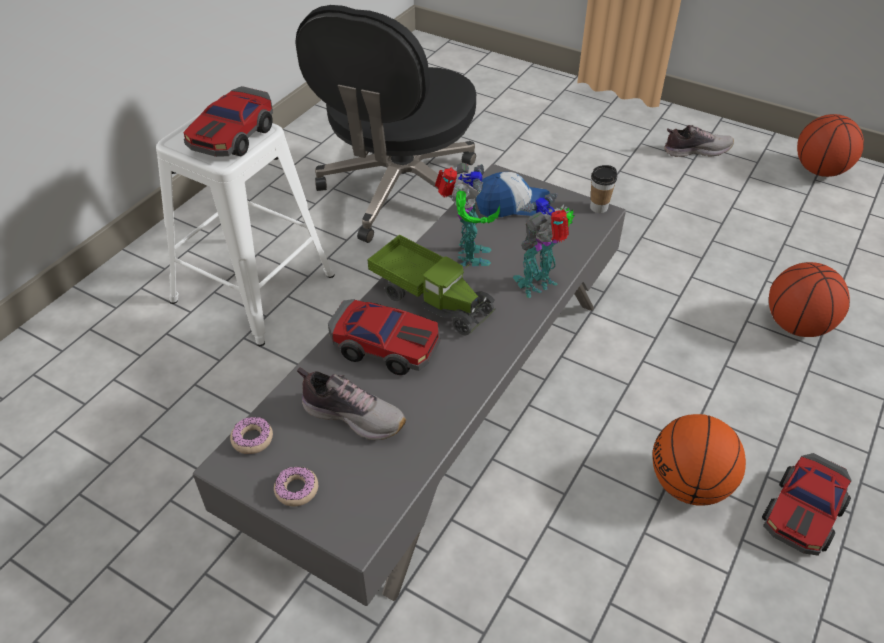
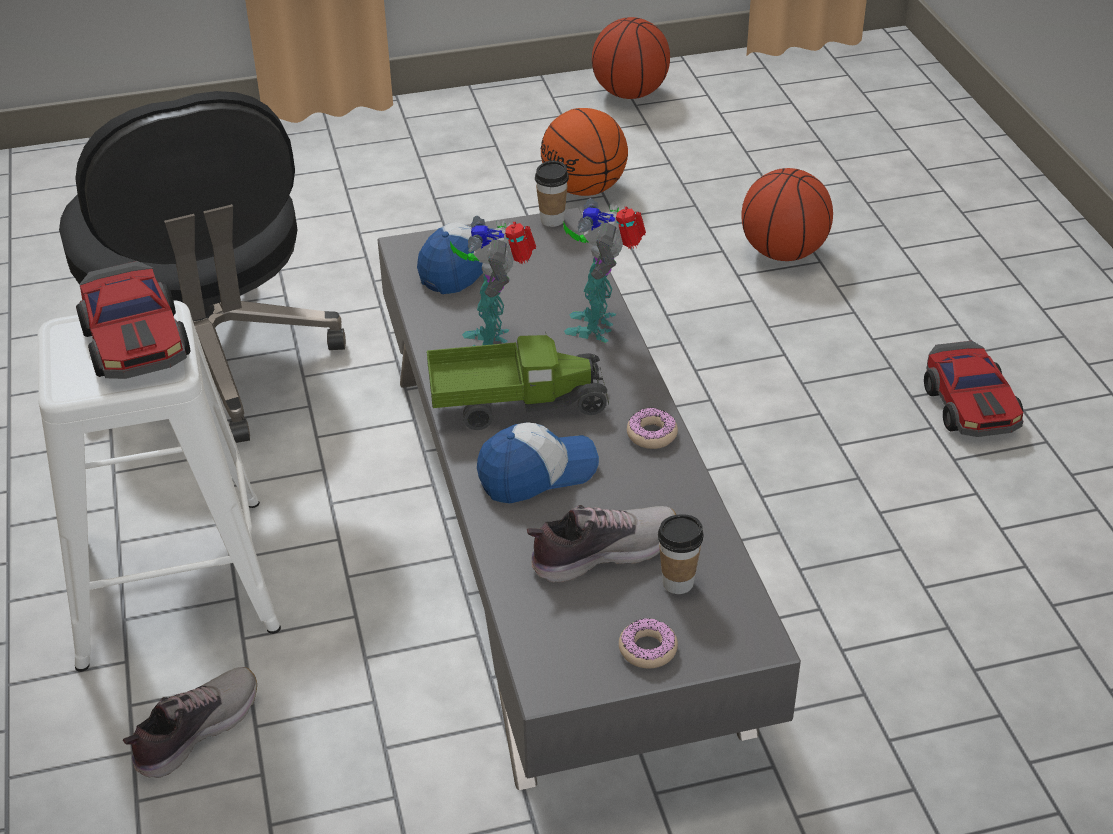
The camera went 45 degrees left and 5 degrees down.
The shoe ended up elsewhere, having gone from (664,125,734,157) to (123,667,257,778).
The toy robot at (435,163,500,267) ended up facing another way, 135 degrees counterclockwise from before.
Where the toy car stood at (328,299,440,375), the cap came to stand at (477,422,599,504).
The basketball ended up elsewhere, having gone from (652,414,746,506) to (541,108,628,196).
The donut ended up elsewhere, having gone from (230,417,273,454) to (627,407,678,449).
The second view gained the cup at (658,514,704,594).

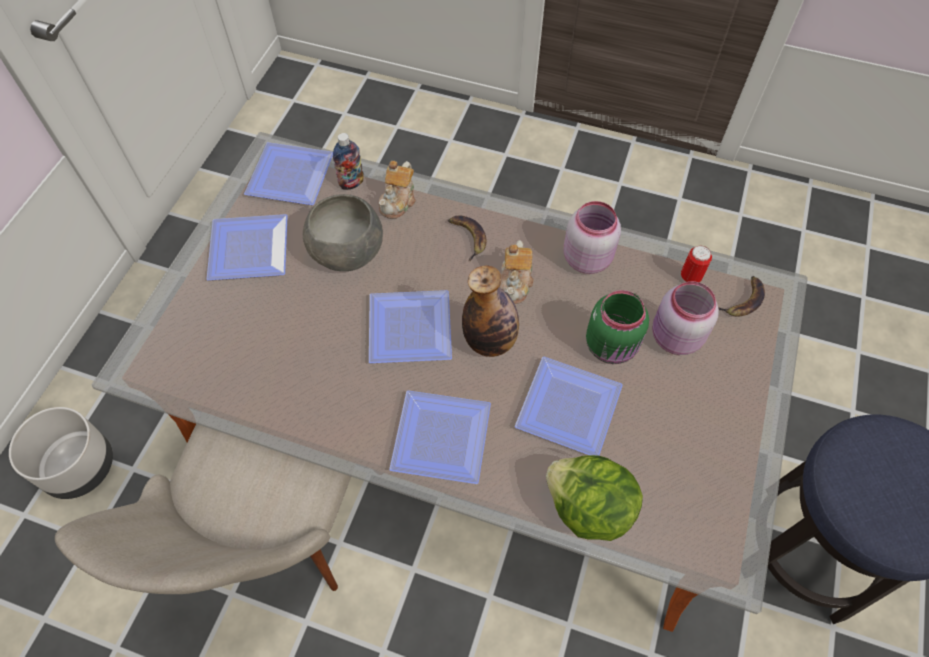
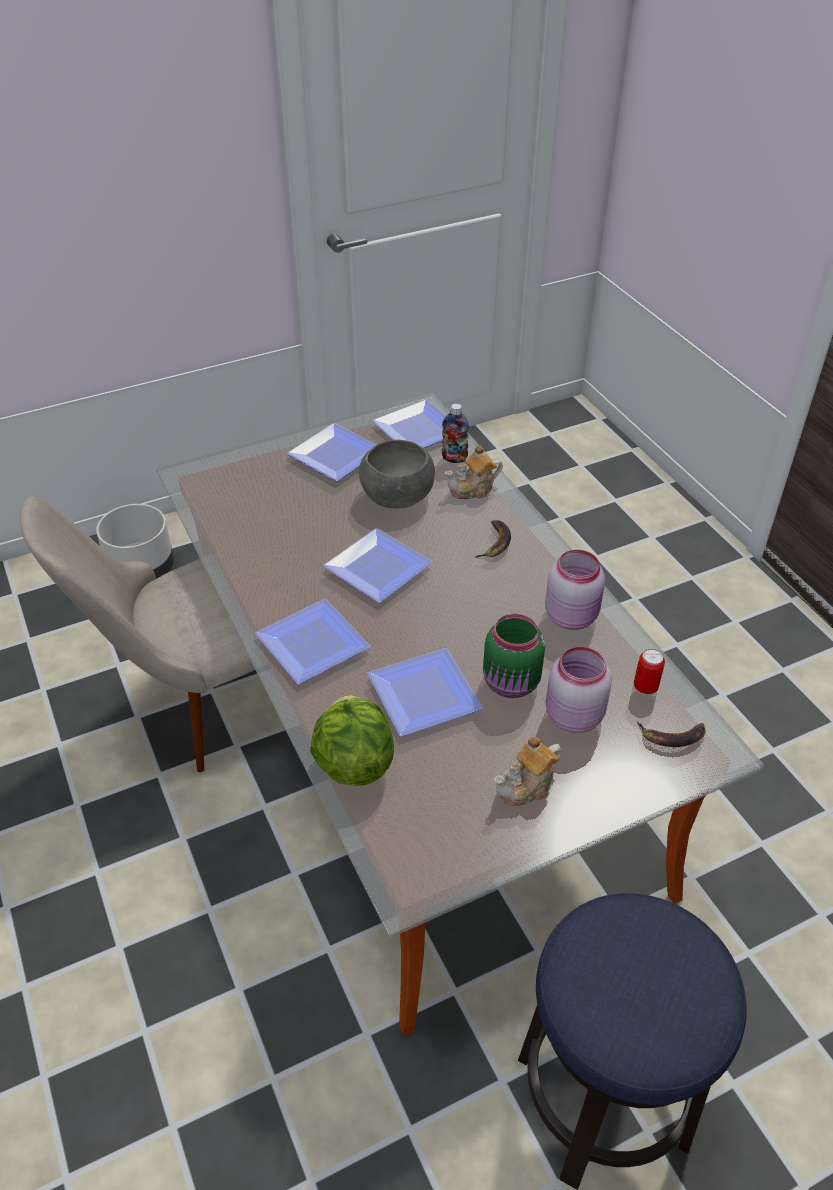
The camera went 45 degrees right and 15 degrees down.
The teapot ended up elsewhere, having gone from (499,240,533,304) to (494,736,562,806).
The second view lost the bottle at (462,266,519,357).

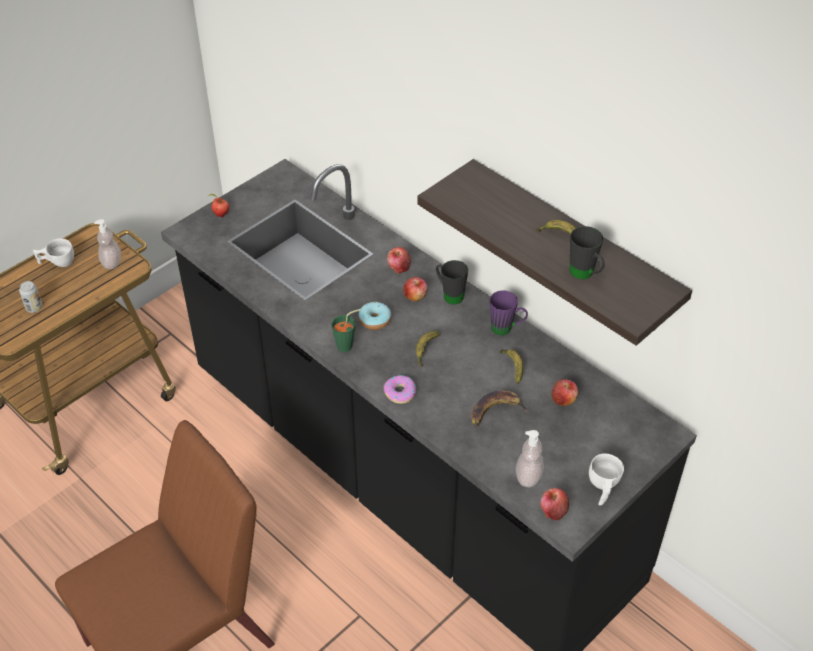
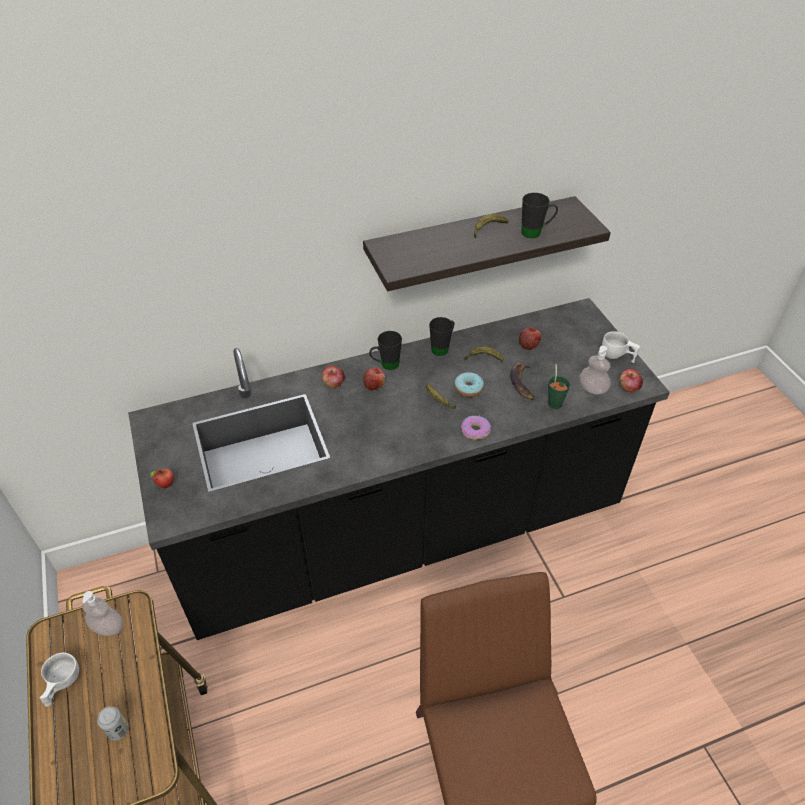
The camera went 65 degrees left and 0 degrees up.
What was the mug (purple) at (490,290,528,335) turned into the mug (black) at (429,317,454,356).
The donut ended up elsewhere, having gone from (358,302,391,330) to (454,372,484,397).
The cup (green) ended up elsewhere, having gone from (331,309,361,352) to (548,364,570,409).

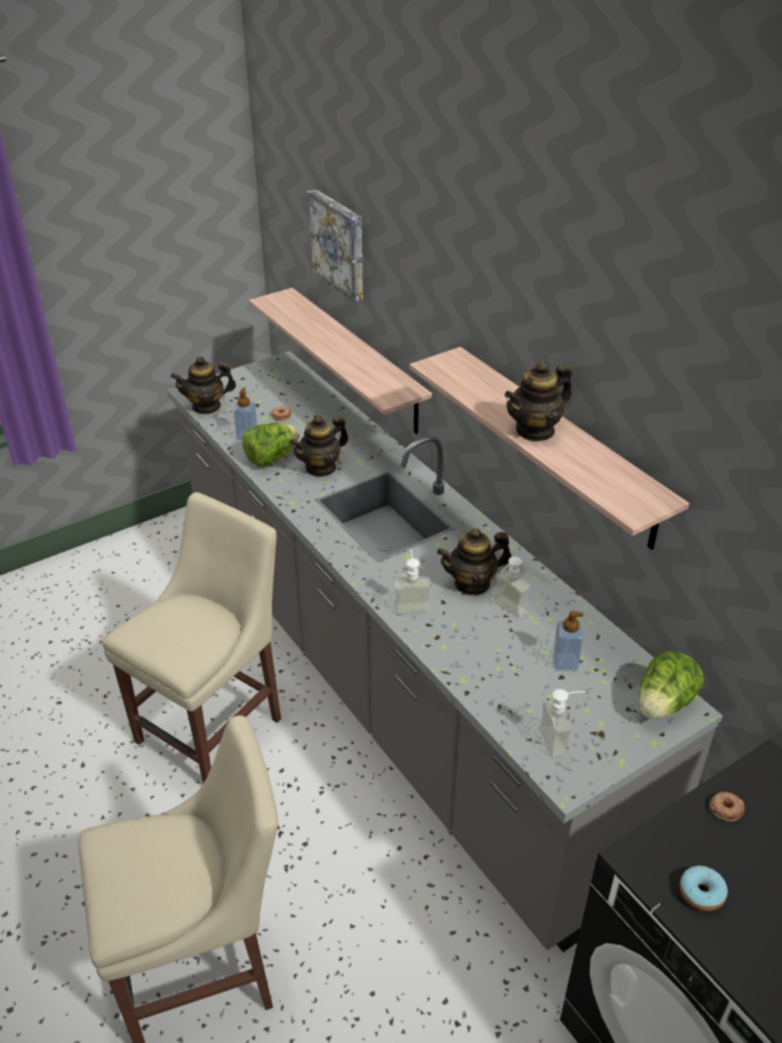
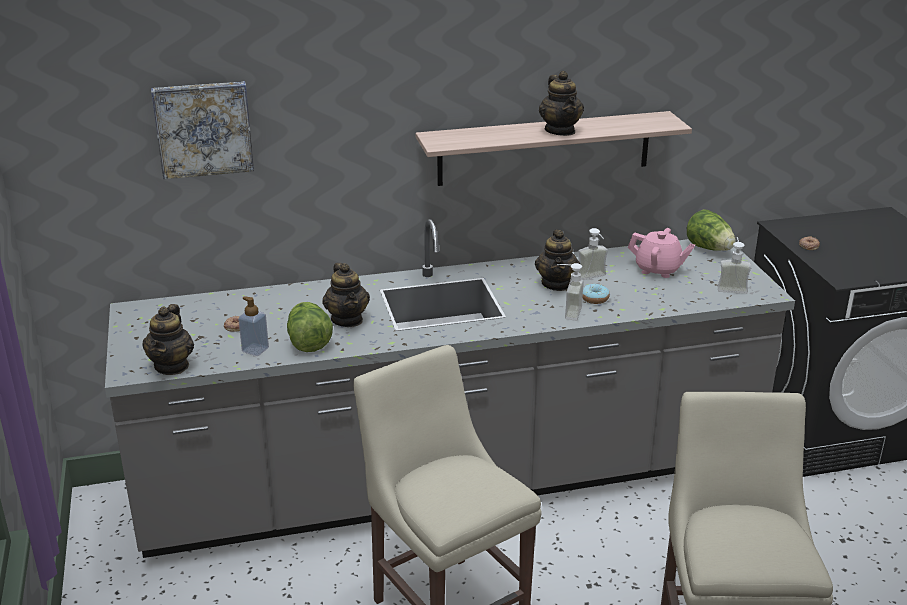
The camera went 70 degrees left and 10 degrees down.
The second view lost the shelf at (249,288,432,434).
Where the soap dispenser stood at (553,611,584,671), the teapot (pink) came to stand at (628,228,695,278).
The donut ended up elsewhere, having gone from (680,866,728,911) to (582,284,610,304).

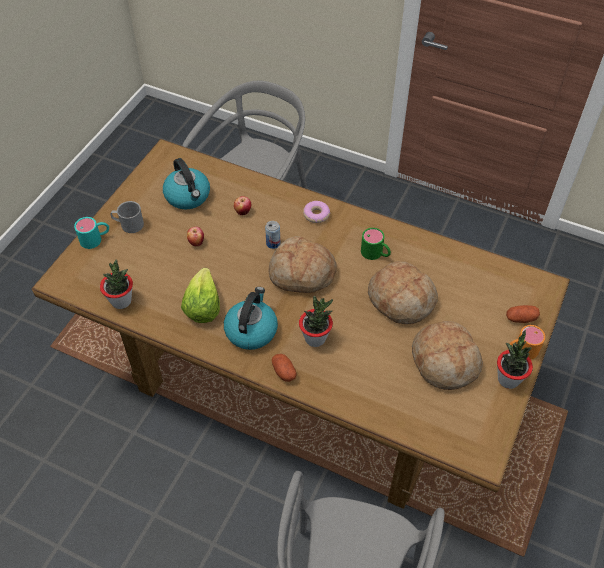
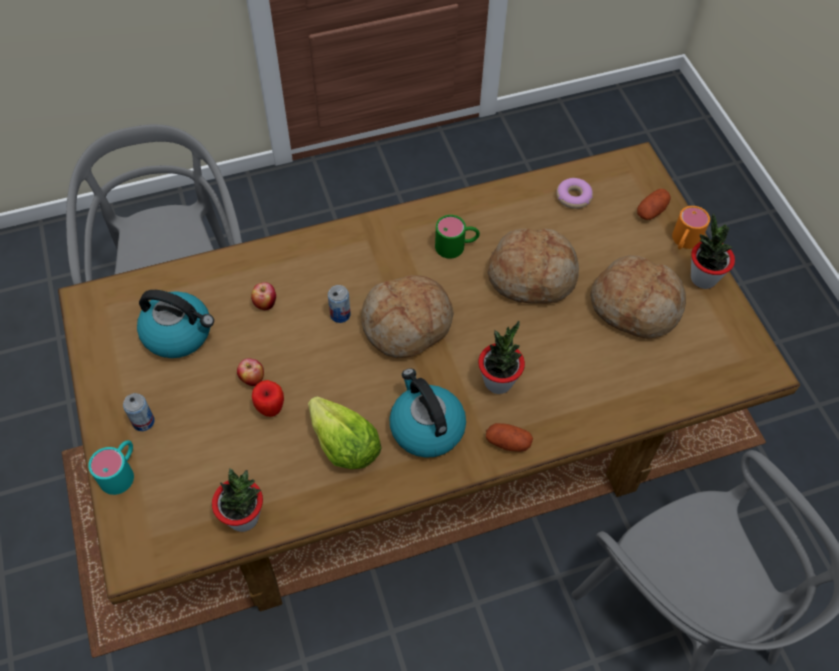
The camera went 45 degrees left and 5 degrees up.
Where the mug (grey) stood at (110,201,144,233), the can came to stand at (123,393,155,431).
The donut ended up elsewhere, having gone from (303,201,330,223) to (556,178,593,209).
The second view gained the apple at (252,380,284,417).

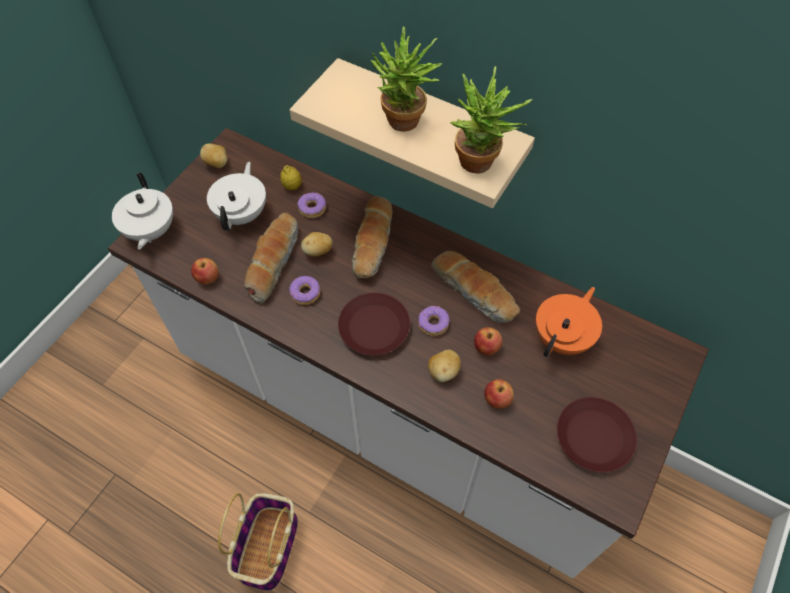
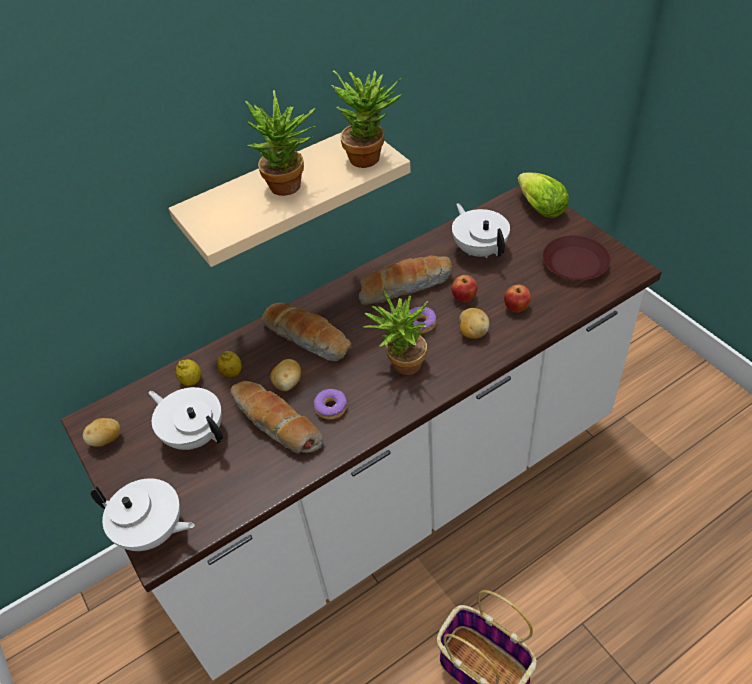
The camera went 60 degrees left and 10 degrees down.
Where the donut stood at (297,192,326,218), the lemon came to stand at (217,351,242,378).
The second view lost the apple at (191,258,219,284).
What was the teapot (orange) at (536,287,602,357) turned into the teapot (white) at (452,203,510,258).
Where the plate (brown) stood at (338,293,410,355), the potted plant came to stand at (363,290,428,375).
The second view gained the lettuce at (517,173,569,218).

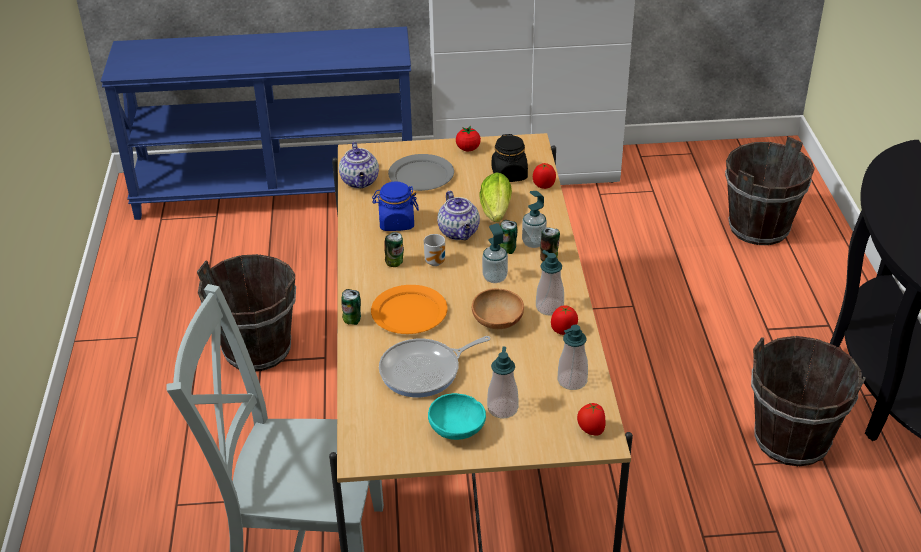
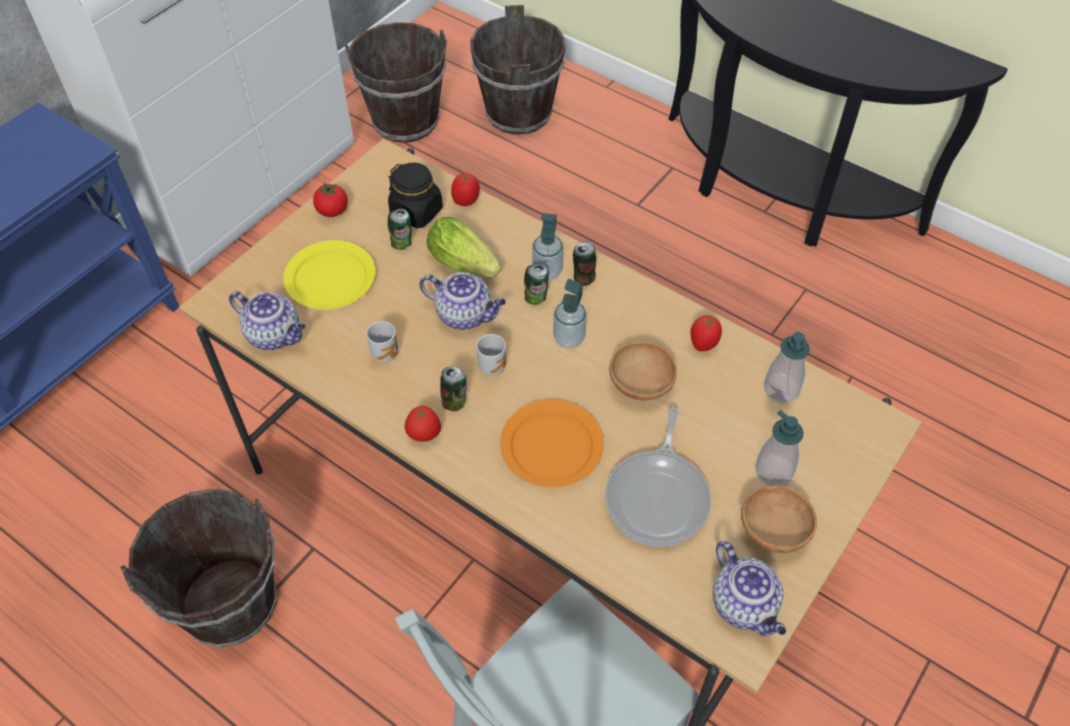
The camera went 50 degrees left and 15 degrees up.
What was the plate (grey) at (388,154,454,191) turned into the plate (yellow) at (283,240,376,310).
Where the jar (blue) stood at (372,181,419,231), the mug came to stand at (366,321,398,363).
The second view lost the soap dispenser at (536,250,564,316).
The can ended up elsewhere, having gone from (341,289,361,325) to (388,208,412,250).
The bucket (brown) ended up elsewhere, having gone from (751,336,866,467) to (345,22,447,143).
What was the bowl (turquoise) at (428,393,486,440) turned into the bowl (brown) at (741,485,817,553).
The tomato ended up elsewhere, having gone from (577,403,606,435) to (405,406,441,442).
The second view gained the teapot at (713,541,786,636).

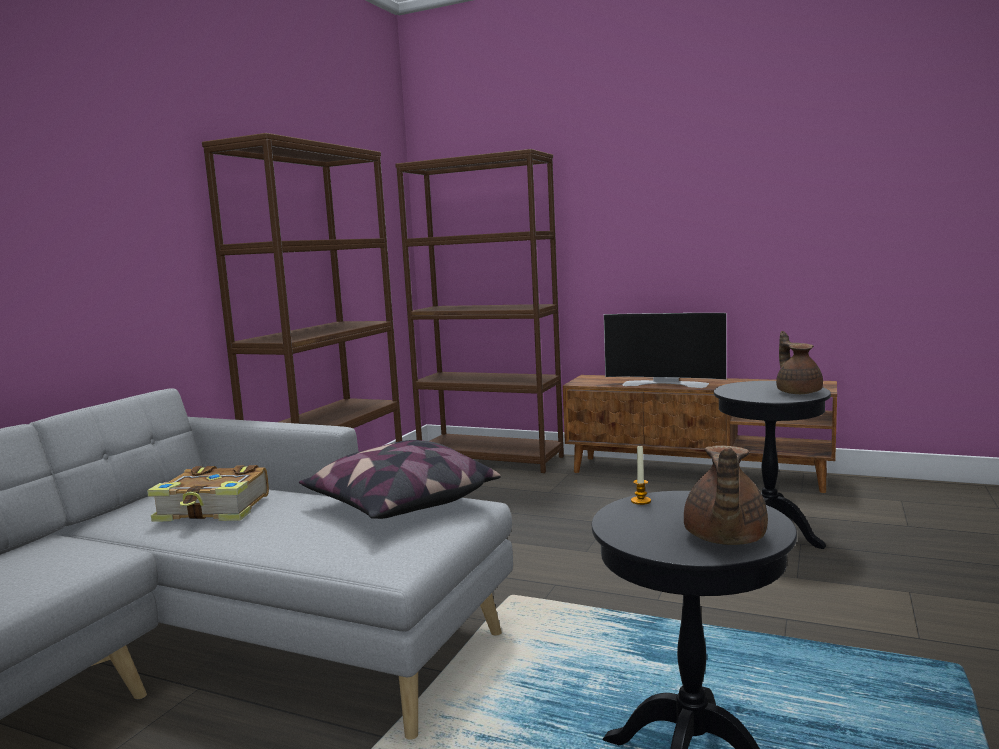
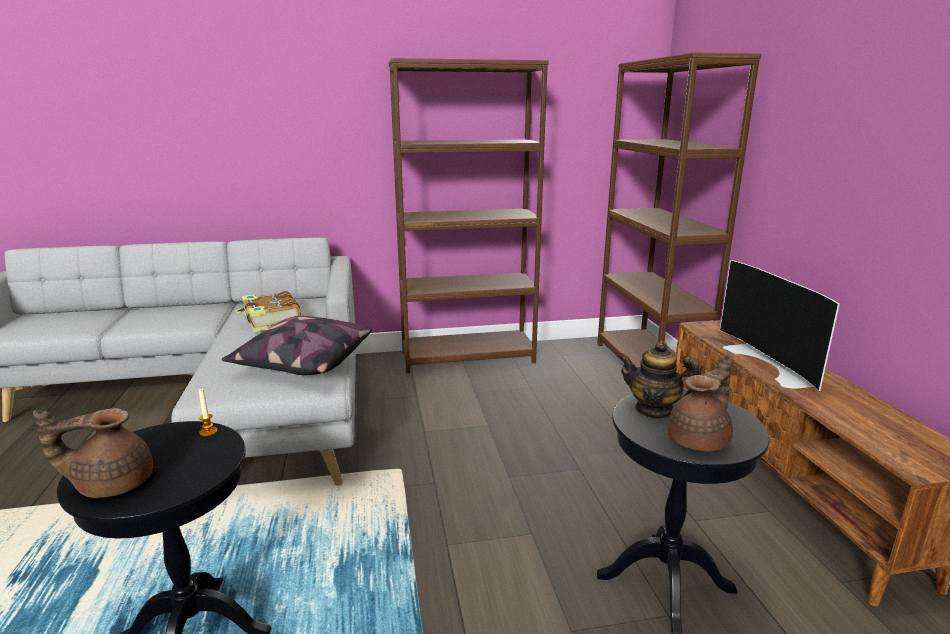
The camera went 55 degrees right and 10 degrees up.
The second view gained the teapot at (618,341,699,419).

